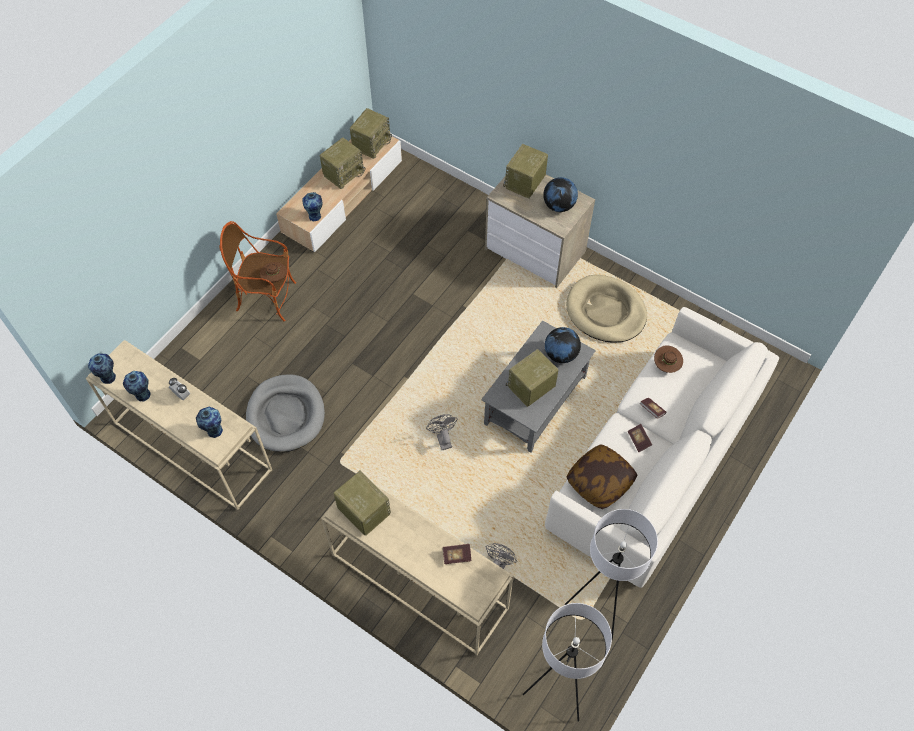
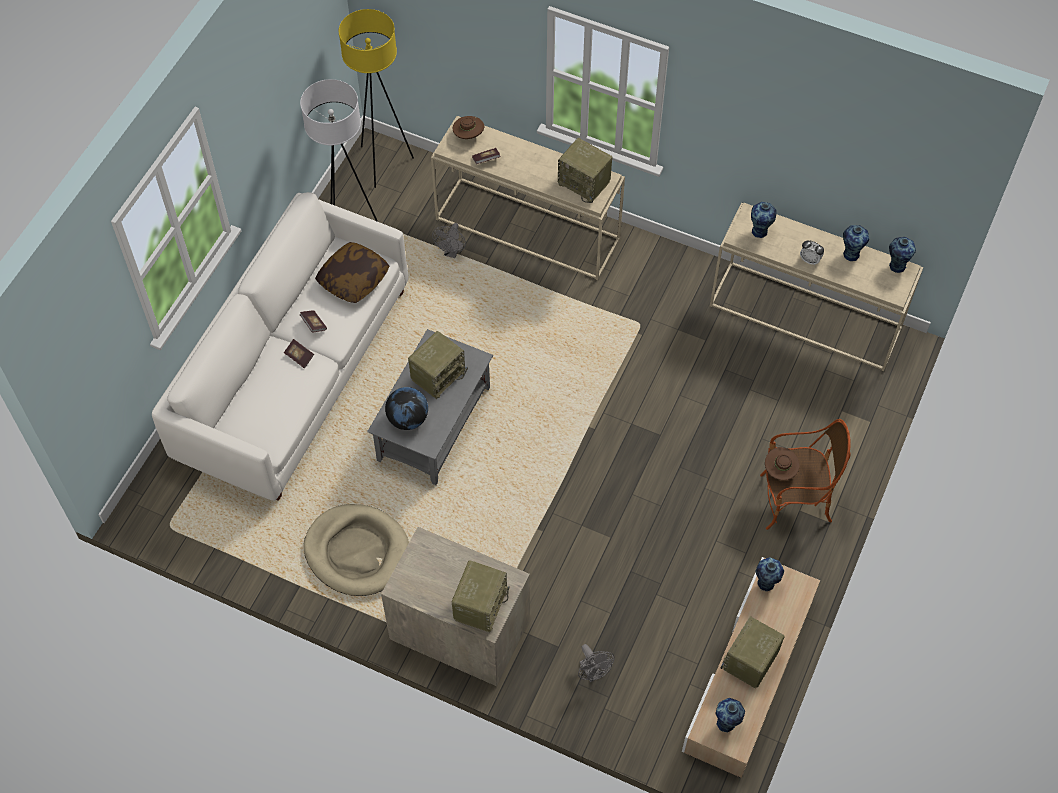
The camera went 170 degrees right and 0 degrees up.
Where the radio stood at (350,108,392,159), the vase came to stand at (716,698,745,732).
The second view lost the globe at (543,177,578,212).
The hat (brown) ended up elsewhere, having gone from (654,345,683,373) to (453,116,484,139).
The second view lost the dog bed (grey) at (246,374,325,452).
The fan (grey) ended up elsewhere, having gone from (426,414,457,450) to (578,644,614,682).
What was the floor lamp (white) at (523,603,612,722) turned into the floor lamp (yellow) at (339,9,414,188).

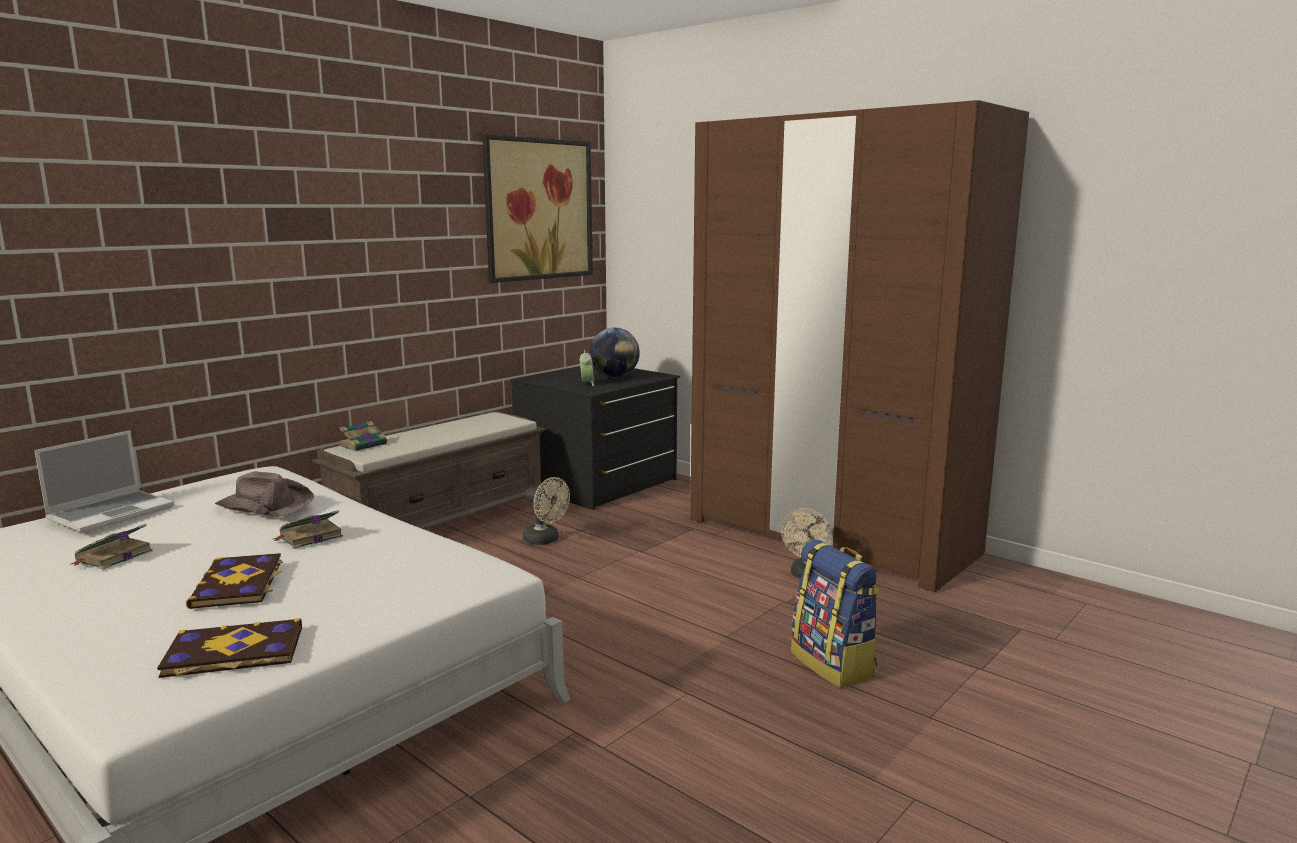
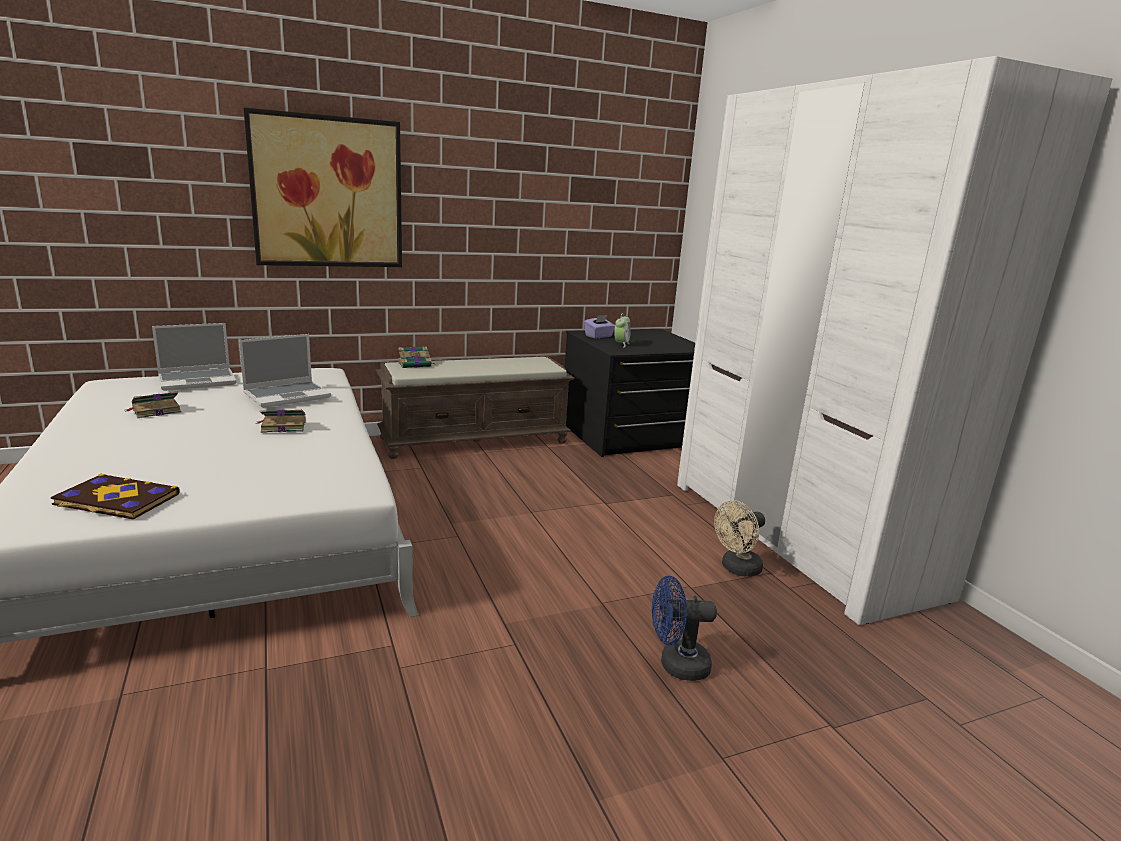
The camera went 25 degrees right and 5 degrees up.
What was the wardrobe (brown) at (690,100,1029,592) turned into the wardrobe (white) at (677,56,1113,625).
The picture ended up elsewhere, having gone from (482,134,593,283) to (244,107,402,267).
The second view lost the globe at (590,328,640,378).
Where the hat (brown) stood at (215,471,314,517), the laptop came to stand at (239,334,331,408).
The second view lost the fan (beige) at (523,477,570,545).
Where the backpack stood at (791,540,880,688), the fan (blue) came to stand at (652,575,717,681).
The second view lost the book at (186,553,283,609).
The second view gained the tissue box (purple) at (584,315,615,338).

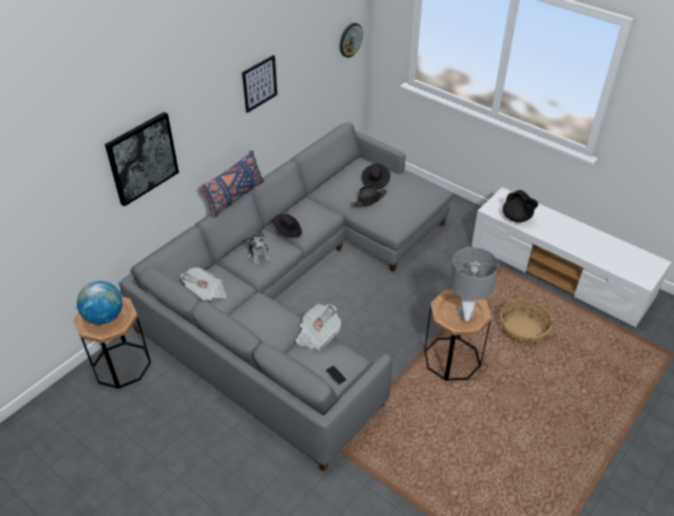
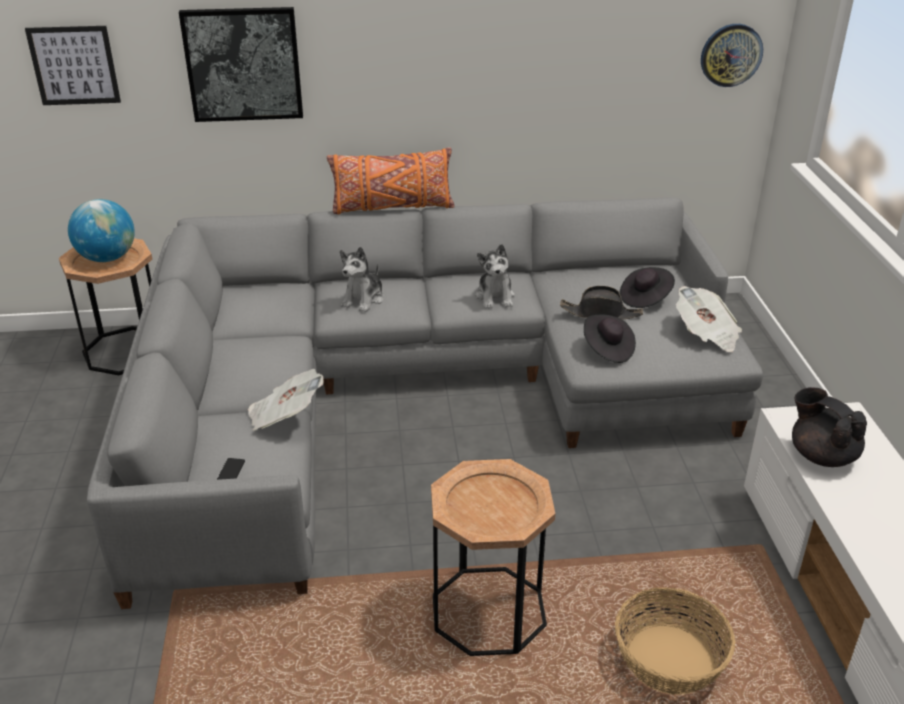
The camera went 45 degrees right and 10 degrees down.
The picture ended up elsewhere, having gone from (242,55,277,113) to (25,26,121,105).
What was the pillow (blue) at (199,150,264,218) turned into the pillow (orange) at (327,147,454,215).
The teapot (black) at (503,190,538,222) ended up facing another way, 135 degrees clockwise from before.
The hat (black) ended up elsewhere, having gone from (272,214,302,237) to (584,315,636,363).
The second view lost the table lamp (grey) at (450,247,498,322).
The newspaper ended up elsewhere, having gone from (181,267,226,301) to (676,286,742,352).
The second view gained the plush toy at (476,244,515,309).

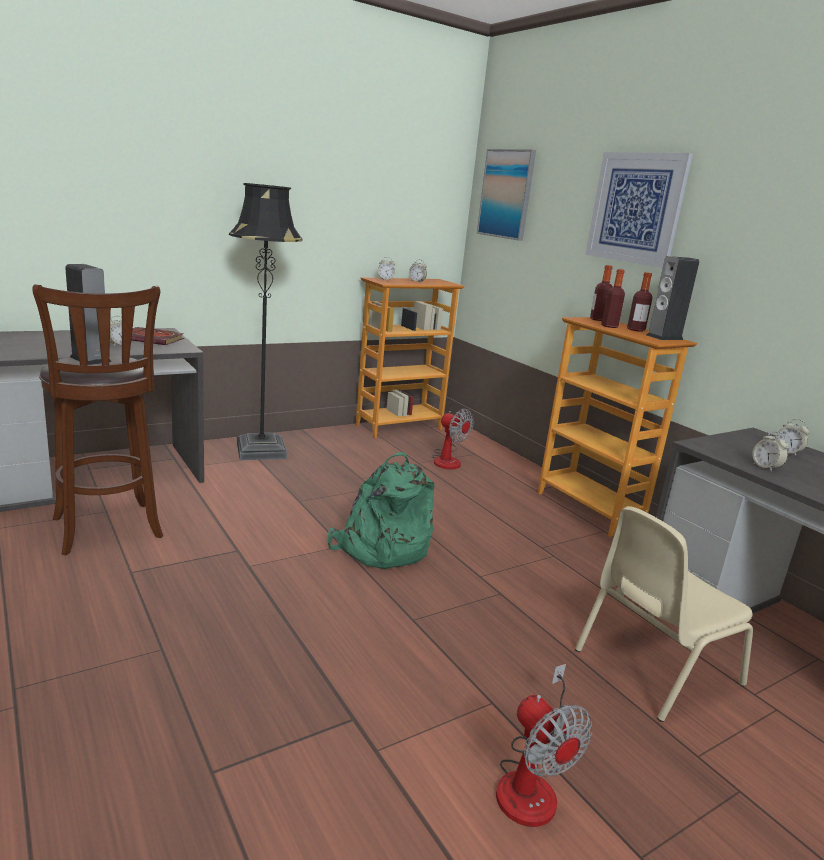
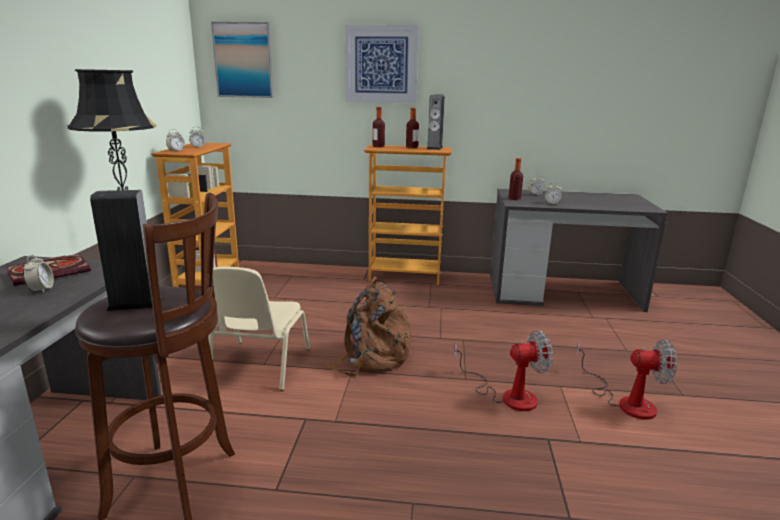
The camera went 50 degrees left and 0 degrees up.
The bottle ended up elsewhere, having gone from (601,269,625,328) to (509,158,523,200).
The fan ended up elsewhere, having gone from (432,409,474,469) to (454,330,553,411).
What was the backpack (green) at (327,452,435,569) turned into the backpack (brown) at (325,276,411,377).
The chair (beige) ended up elsewhere, having gone from (575,506,753,722) to (209,267,310,391).

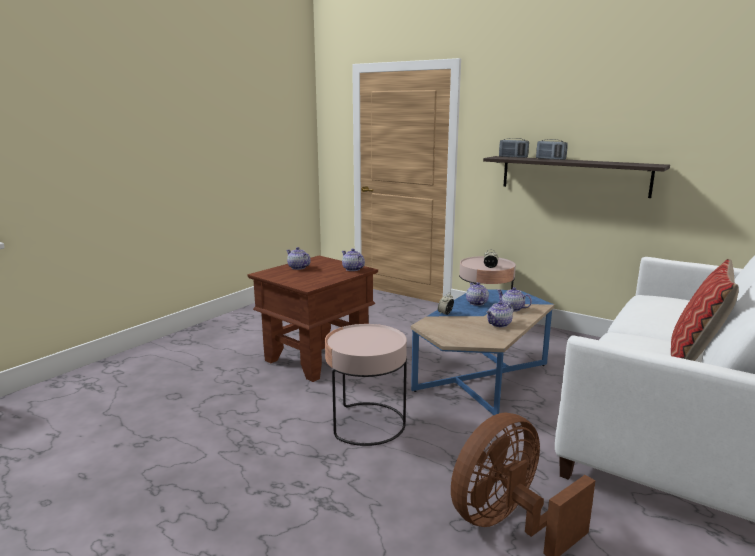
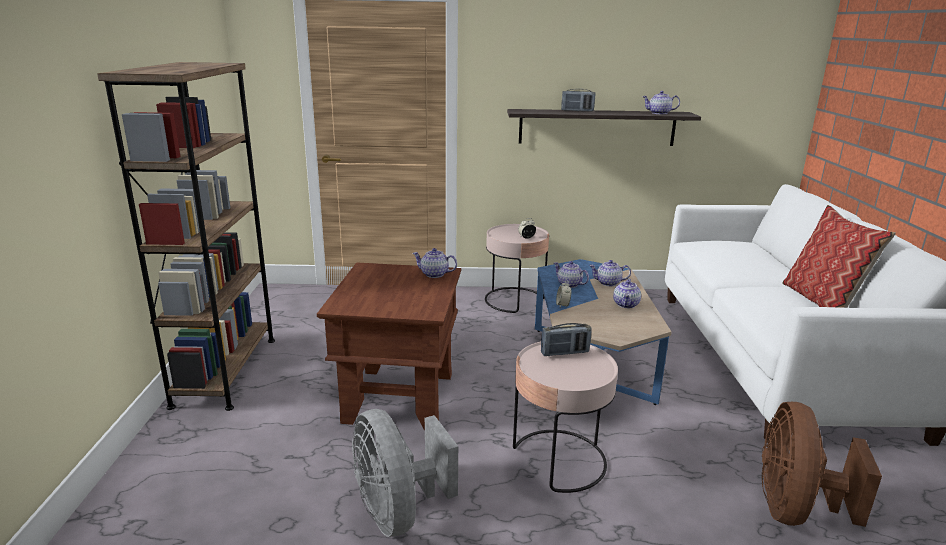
The camera went 35 degrees left and 5 degrees up.
The radio ended up elsewhere, having gone from (499,138,529,158) to (541,323,592,356).
The teapot ended up elsewhere, having gone from (286,247,311,270) to (642,91,680,114).
The second view gained the bookcase (brown) at (97,62,275,411).
The second view gained the fan (grey) at (352,409,458,537).

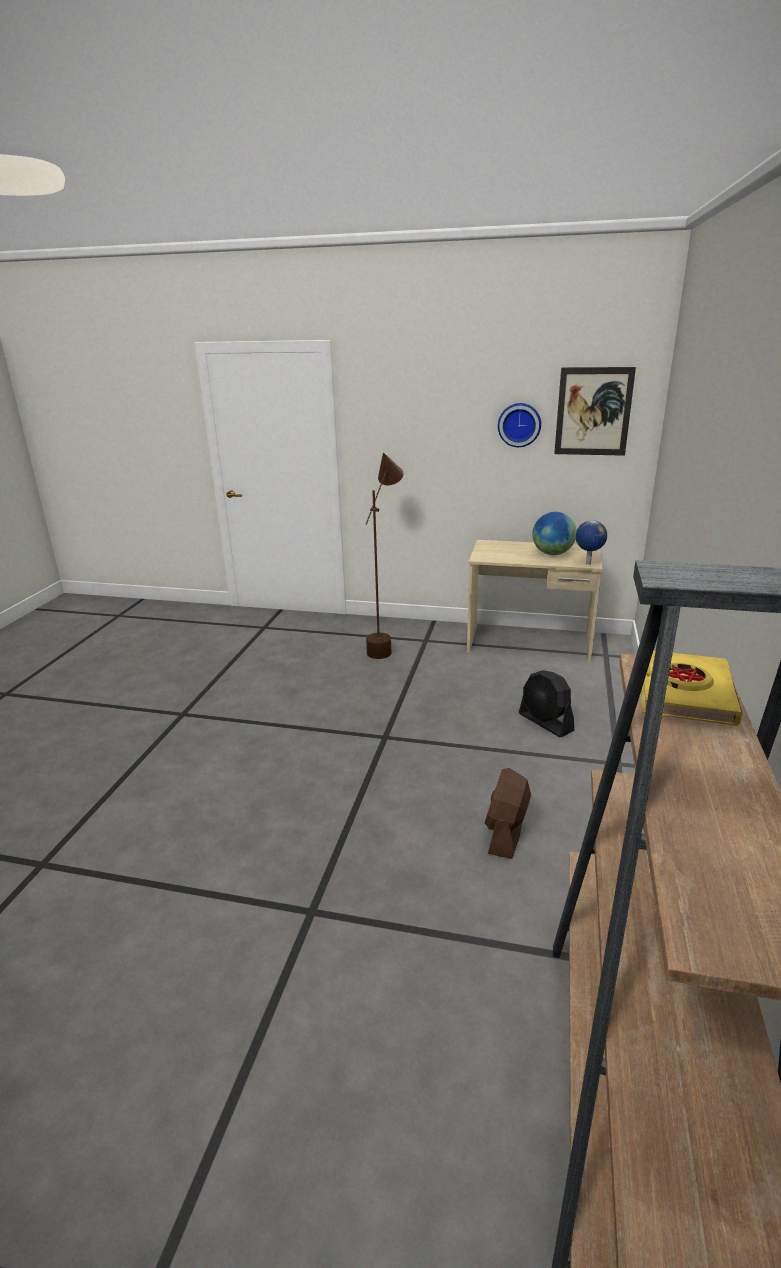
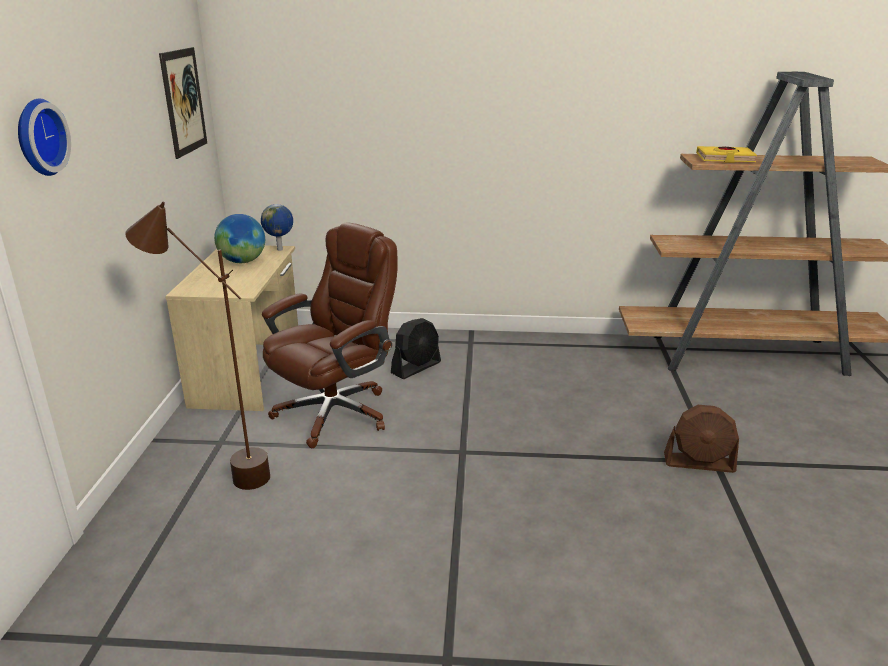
The camera went 100 degrees left and 0 degrees up.
The wall clock ended up elsewhere, having gone from (498,403,541,447) to (18,99,71,176).
The fan (brown) ended up elsewhere, having gone from (485,768,531,859) to (664,405,739,473).
The second view gained the office chair (brown) at (262,222,398,448).

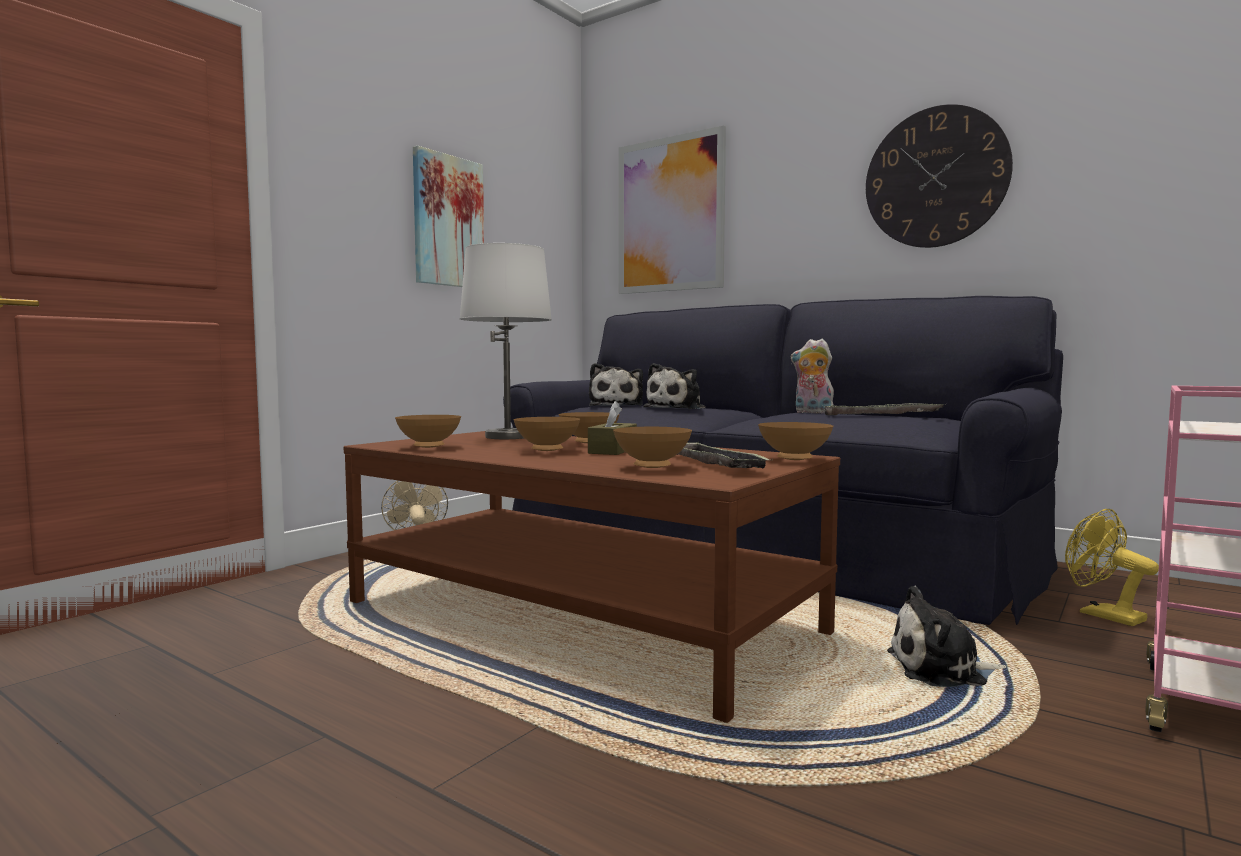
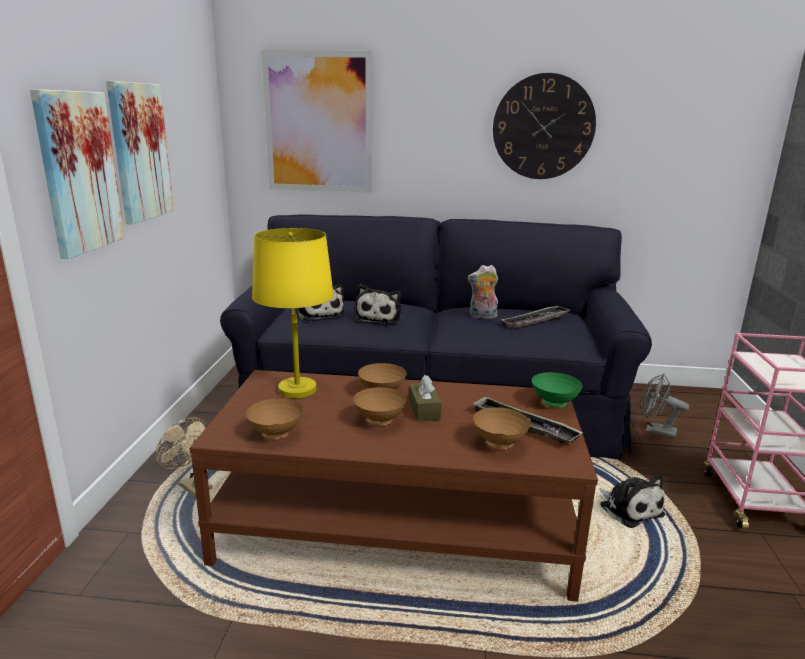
The camera went 30 degrees left and 15 degrees up.
What was the table lamp (white) at (460,243,552,439) turned into the table lamp (yellow) at (252,228,334,398).
What was the bowl (brown) at (758,422,833,460) turned into the bowl (green) at (532,372,583,407).
What was the fan (yellow) at (1065,508,1159,626) turned into the fan (grey) at (641,374,689,439).
The plush toy at (887,586,1006,687) ended up facing another way, 90 degrees counterclockwise from before.
The second view gained the picture at (30,89,125,259).

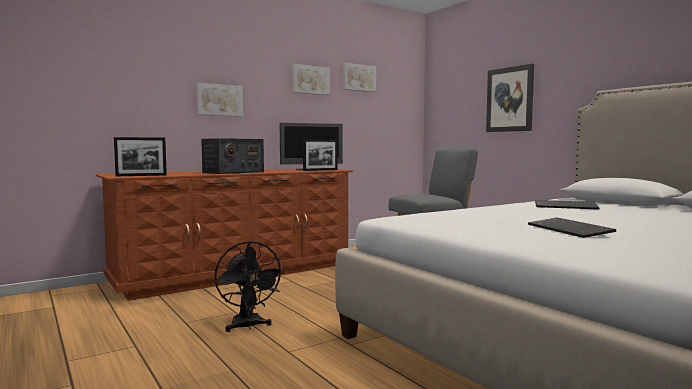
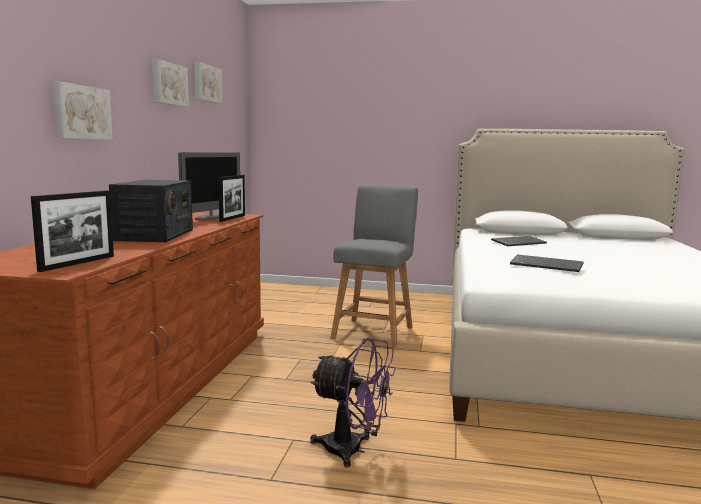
The camera went 45 degrees left and 5 degrees up.
The second view lost the picture at (486,64,534,132).
The keyboard ended up elsewhere, having gone from (528,218,616,238) to (510,255,584,272).
What was the fan (black) at (215,241,284,332) turned into the fan (purple) at (310,338,396,468).

